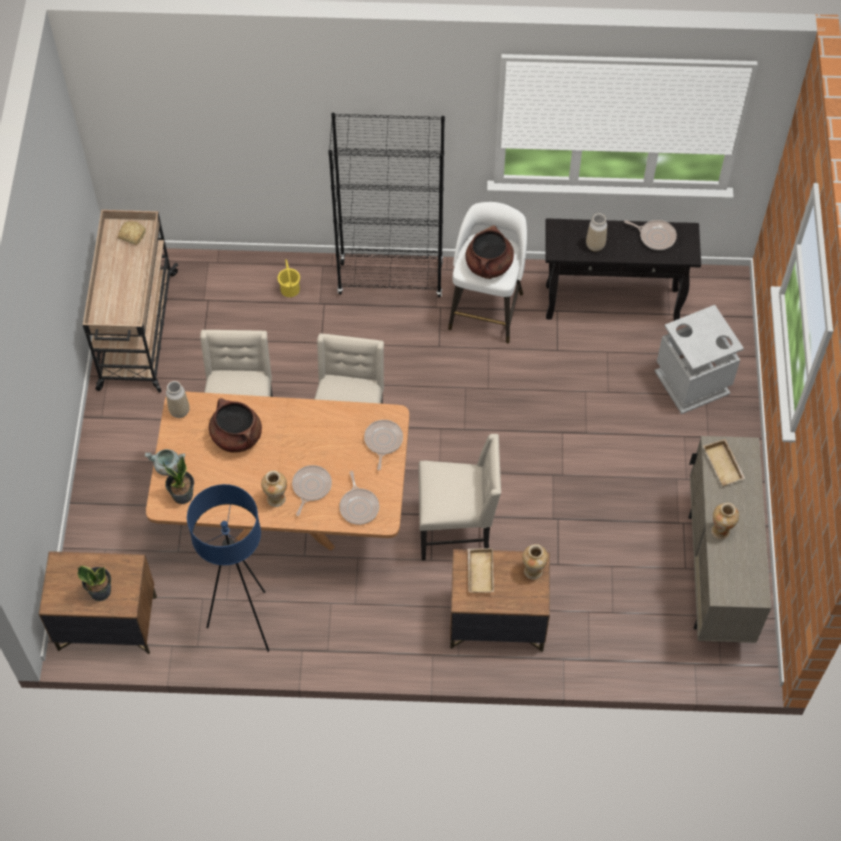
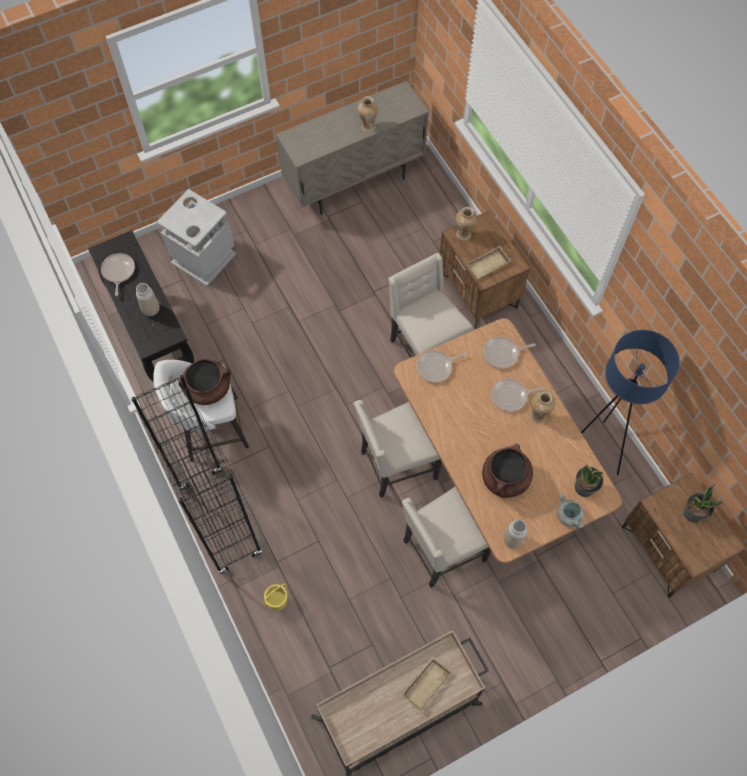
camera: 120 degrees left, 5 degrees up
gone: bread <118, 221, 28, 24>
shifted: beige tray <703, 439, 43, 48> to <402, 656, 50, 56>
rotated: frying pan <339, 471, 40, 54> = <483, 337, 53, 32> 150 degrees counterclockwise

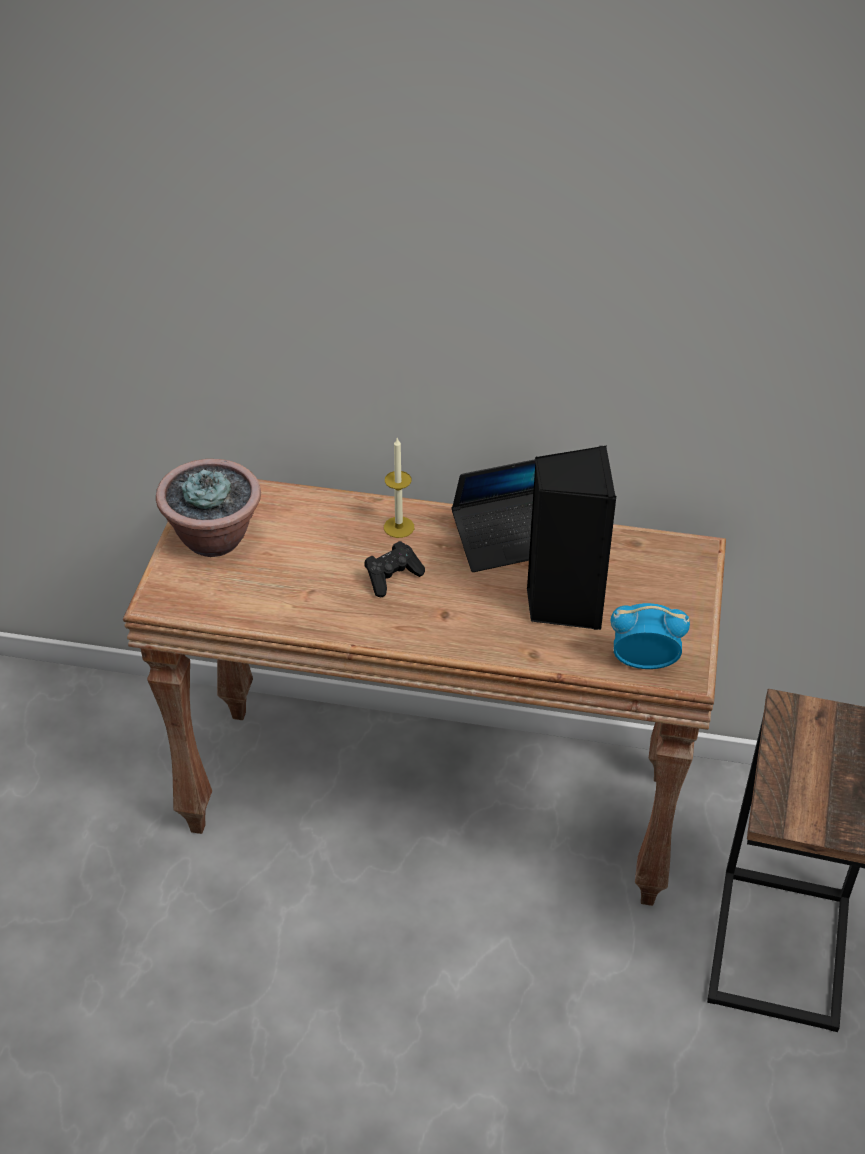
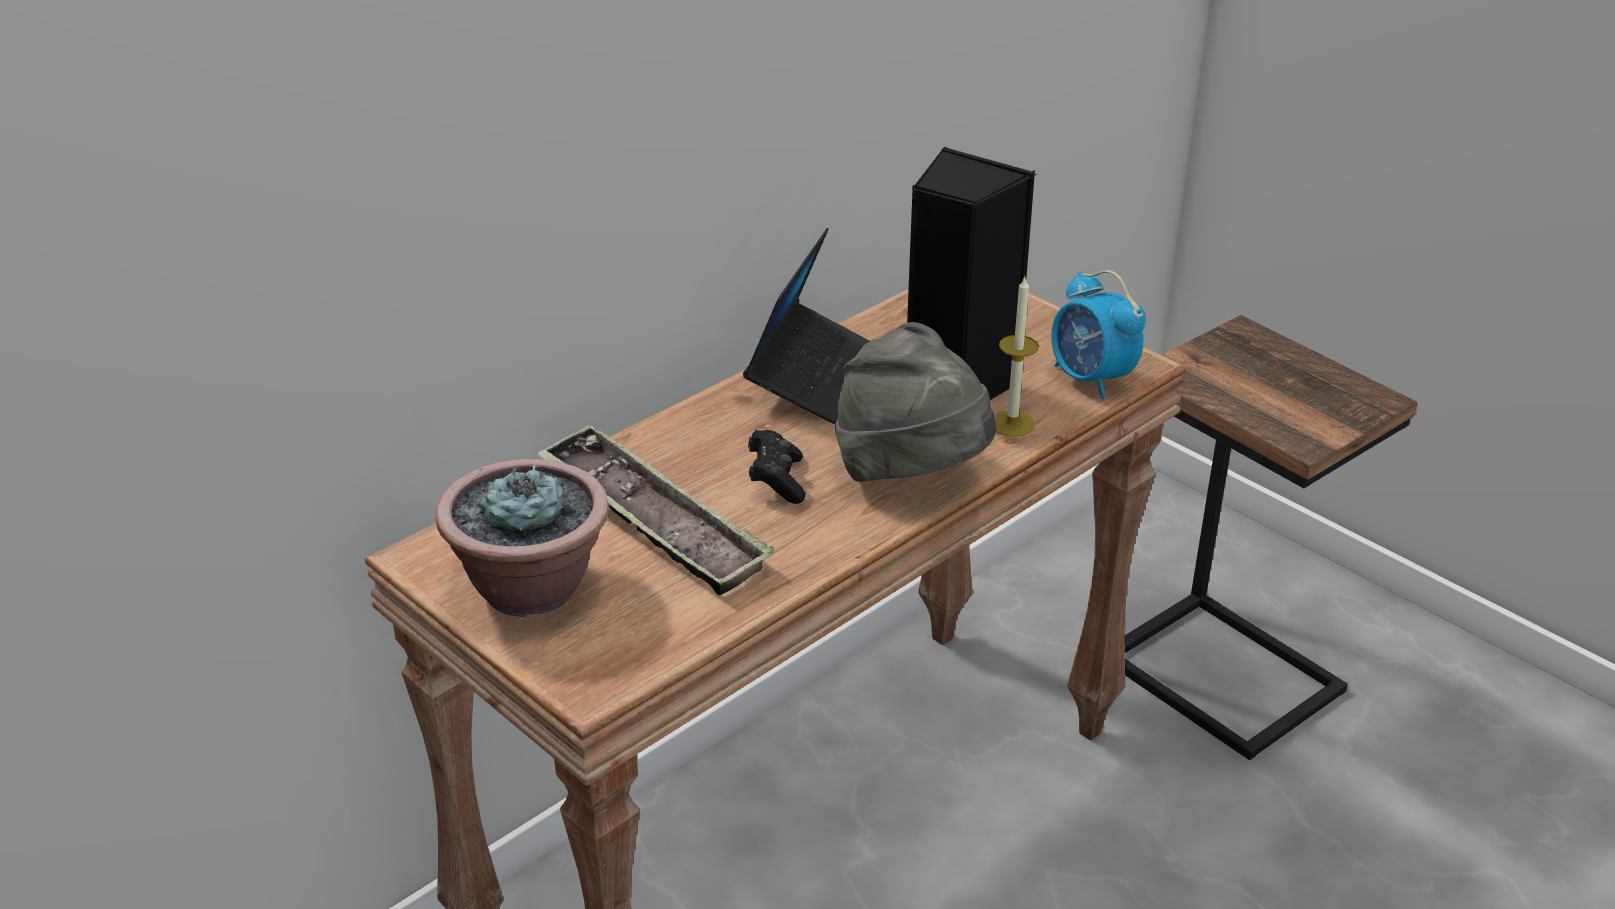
camera: 55 degrees left, 10 degrees down
new: grey hat <835, 322, 161, 160>; tray <537, 424, 237, 171>
shifted: candle <384, 438, 30, 100> to <995, 275, 44, 162>
rotated: alarm clock <611, 603, 79, 66> = <1051, 270, 95, 129> 75 degrees counterclockwise

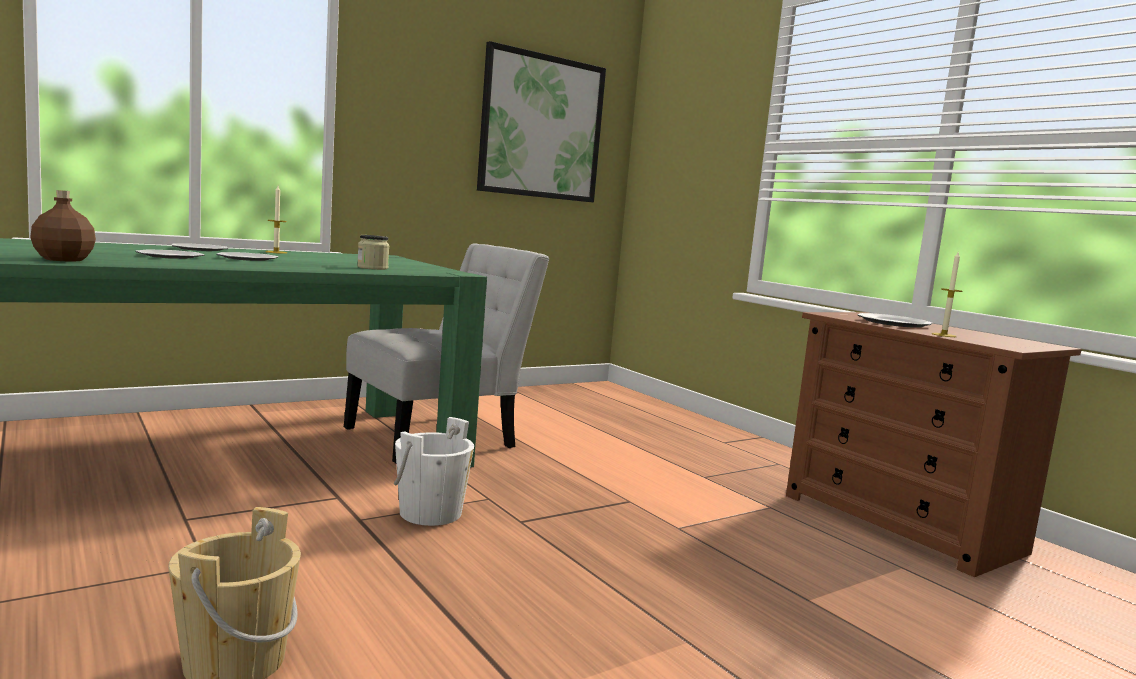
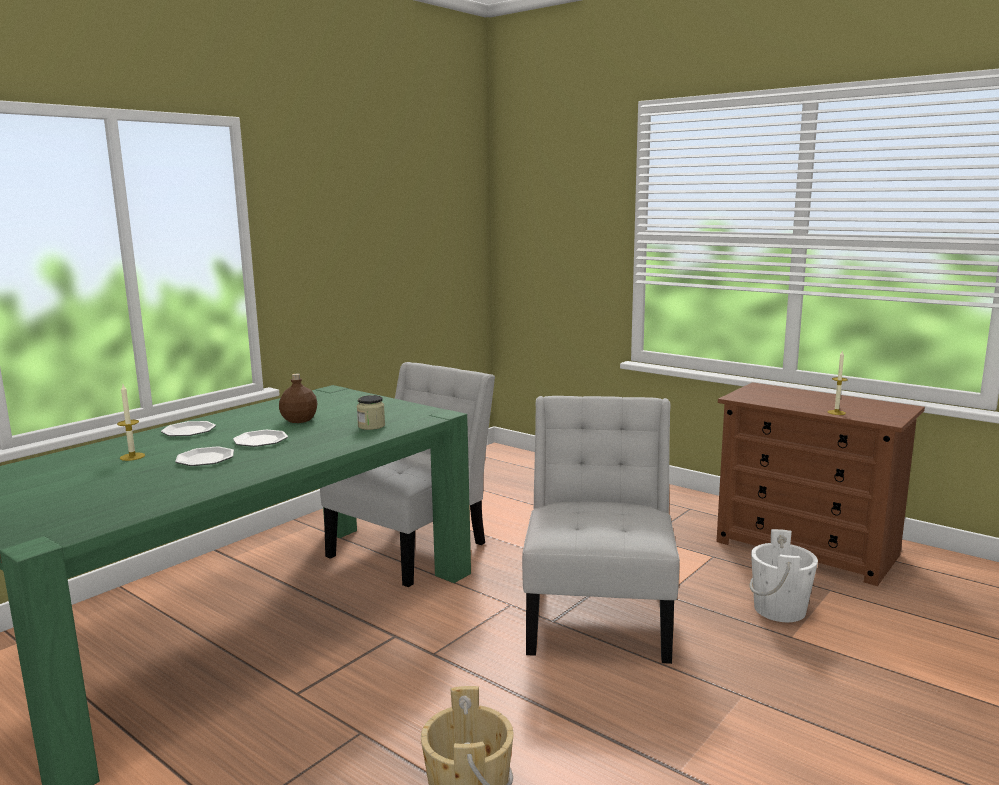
camera: 15 degrees left, 5 degrees up
gone: picture <477, 41, 129, 161>; plate <857, 313, 76, 15>
new: white chair <522, 396, 158, 268>
shifted: candle <265, 186, 22, 68> to <117, 384, 28, 77>; brown bottle <30, 190, 66, 71> to <279, 374, 39, 49>; white bucket <394, 417, 80, 109> to <749, 529, 69, 93>

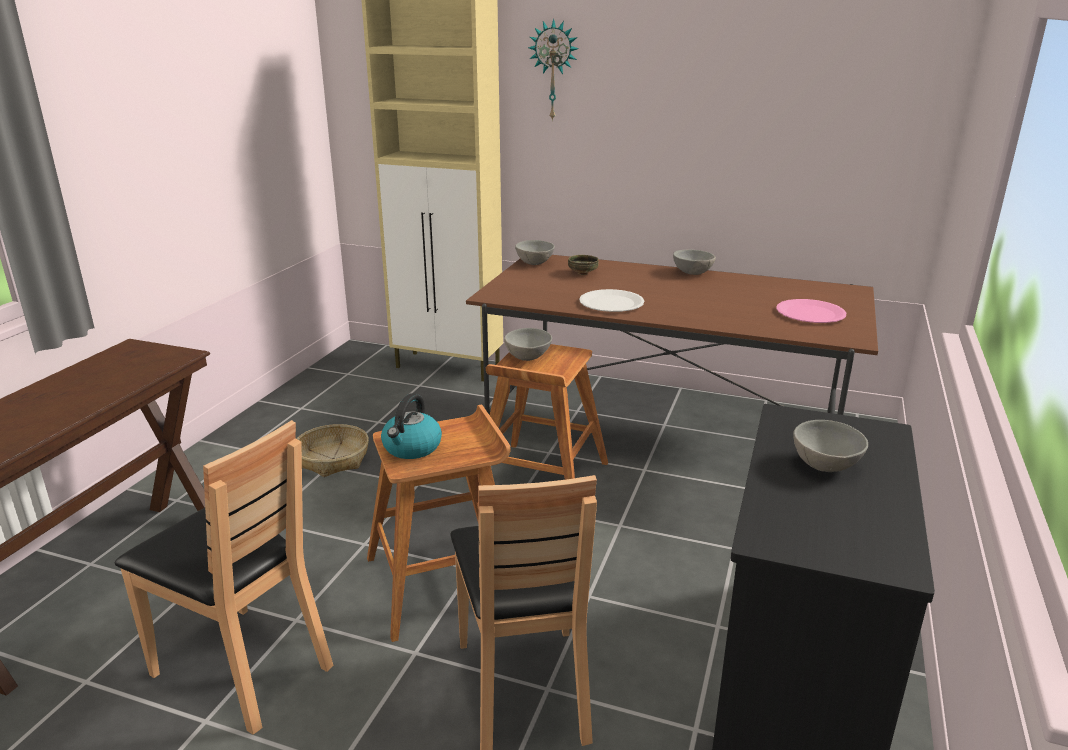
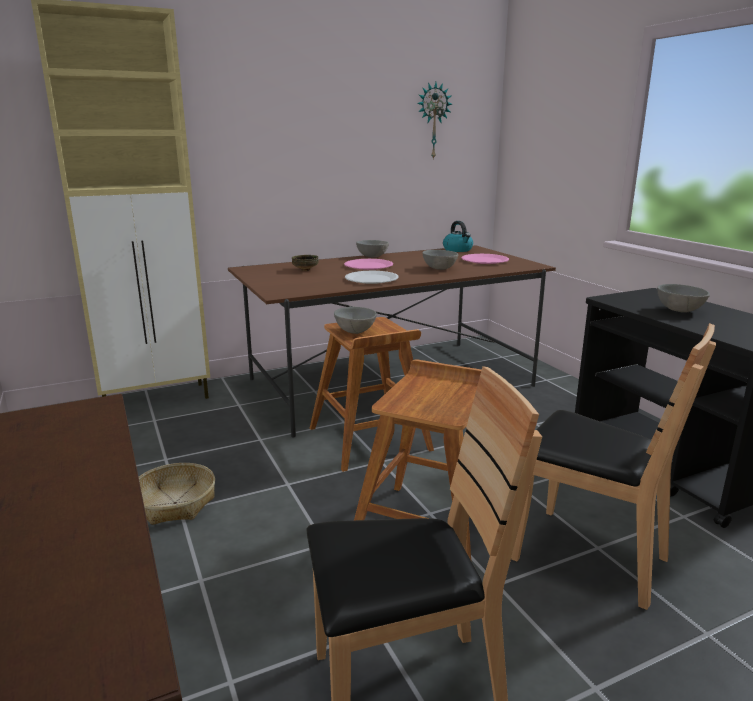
camera: 45 degrees left, 5 degrees down
new: pink plate <344, 259, 49, 11>
shifted: wall clock <528, 18, 51, 103> to <417, 82, 35, 78>; grey bowl <515, 240, 40, 25> to <422, 250, 36, 20>; kettle <381, 393, 61, 66> to <443, 221, 30, 31>

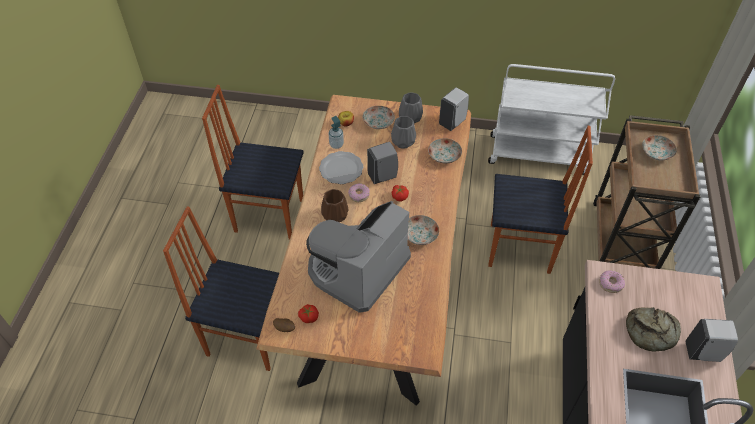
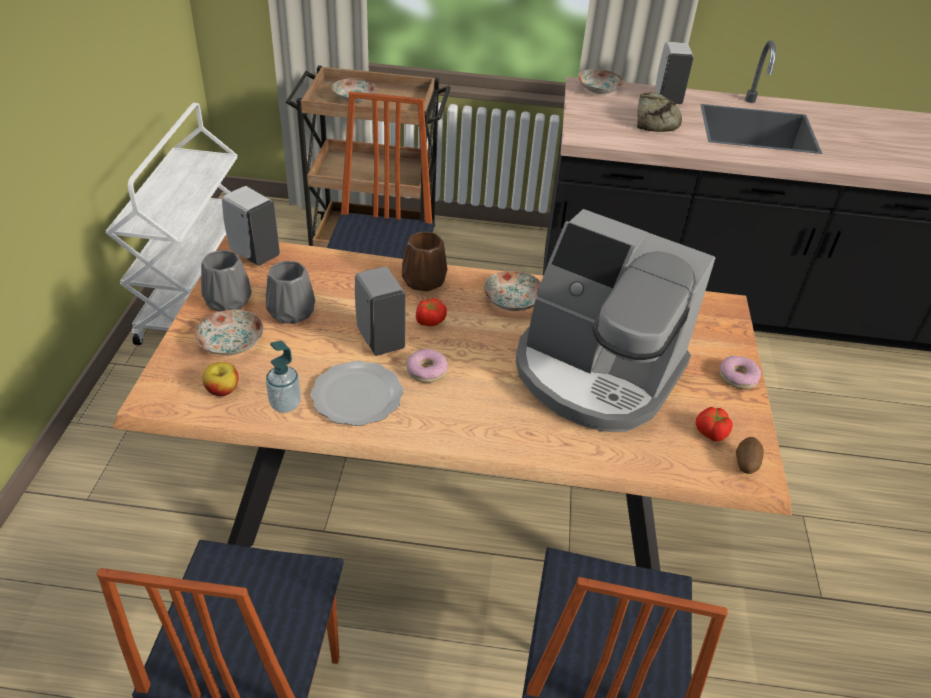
camera: 95 degrees left, 10 degrees down
shifted: plate <428, 138, 34, 26> to <578, 69, 45, 25>; brown vase <321, 189, 28, 33> to <402, 232, 45, 60>; donut <599, 270, 26, 23> to <719, 356, 42, 33>

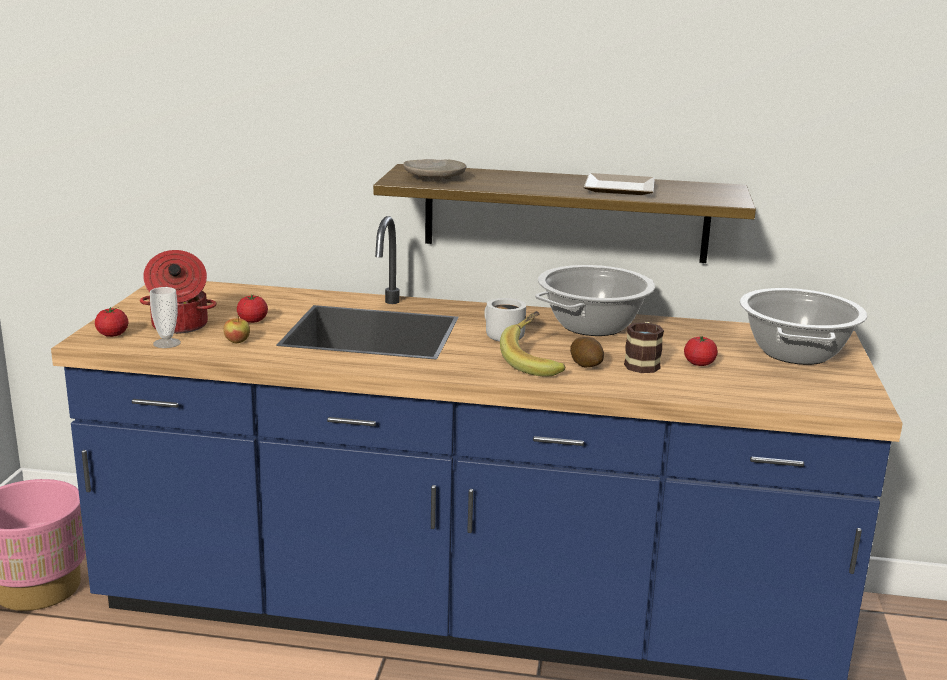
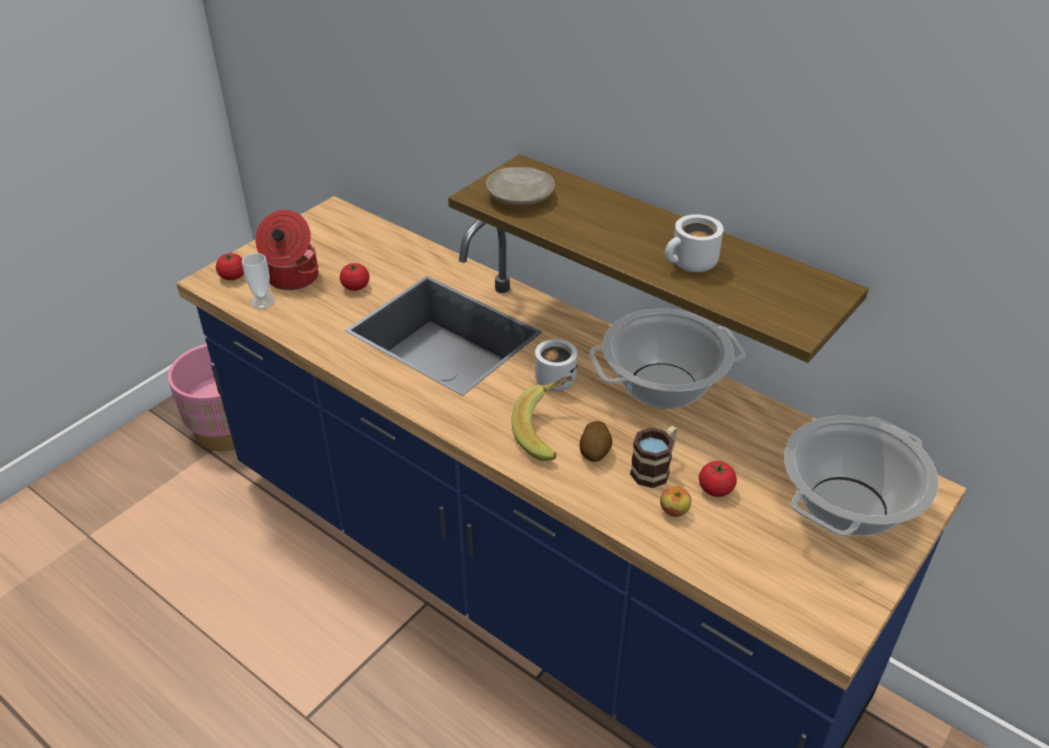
camera: 30 degrees right, 20 degrees up
shifted: apple <223, 315, 27, 28> to <660, 486, 31, 31>
swapped: plate <584, 173, 71, 22> to white mug <665, 214, 58, 58>

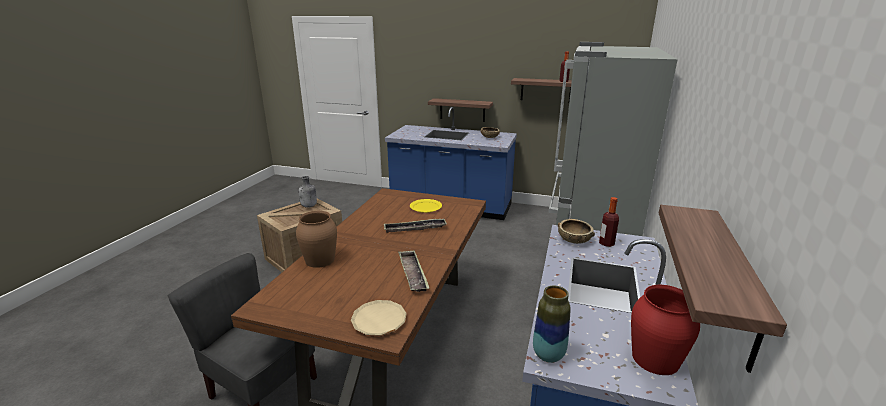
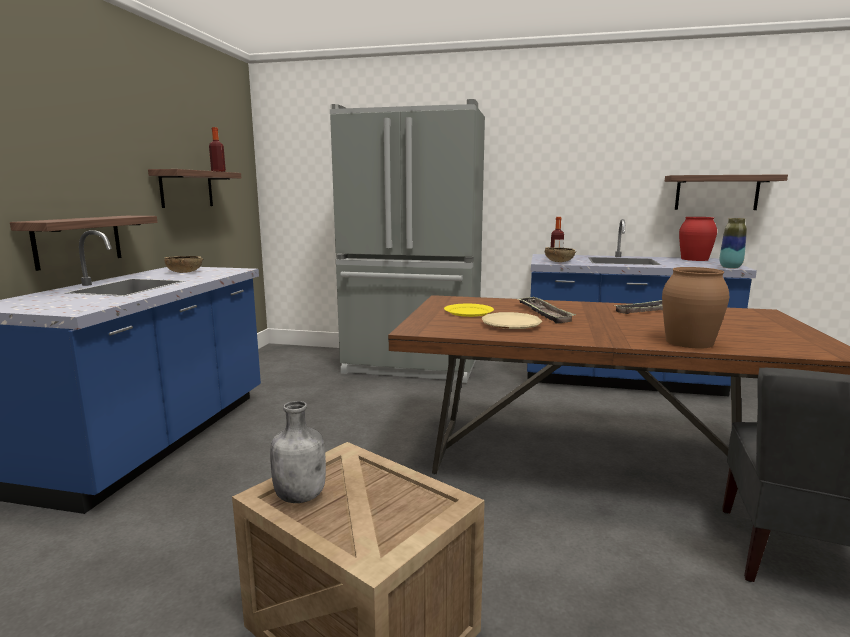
camera: 95 degrees left, 10 degrees down
shifted: beige plate <351, 300, 56, 36> to <481, 312, 61, 17>

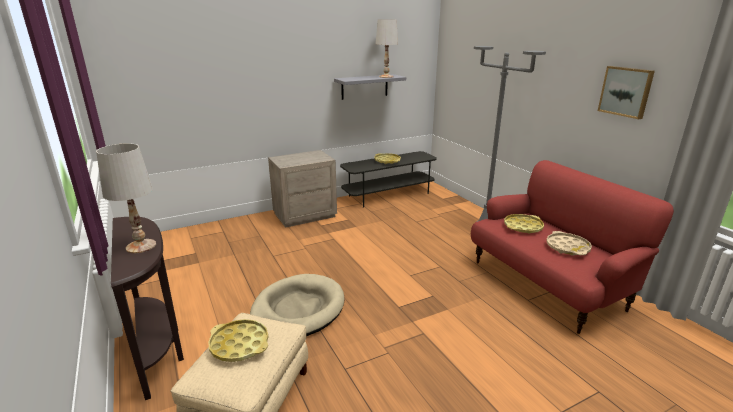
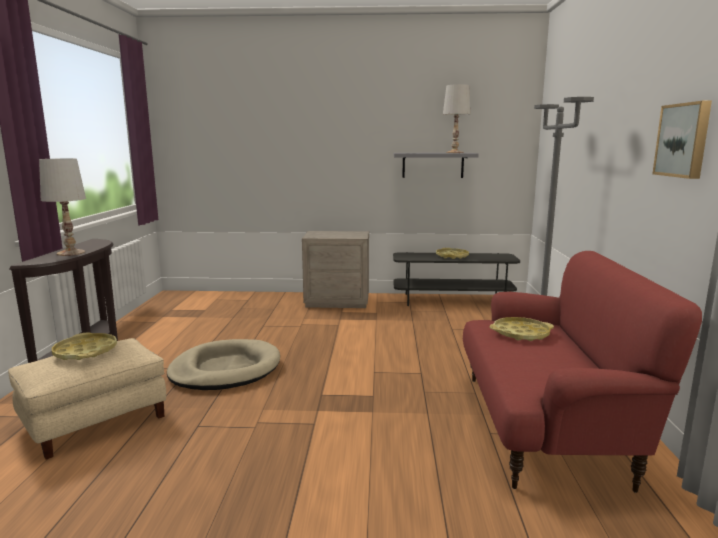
camera: 30 degrees right, 10 degrees down
gone: beige tray <546, 231, 46, 25>

